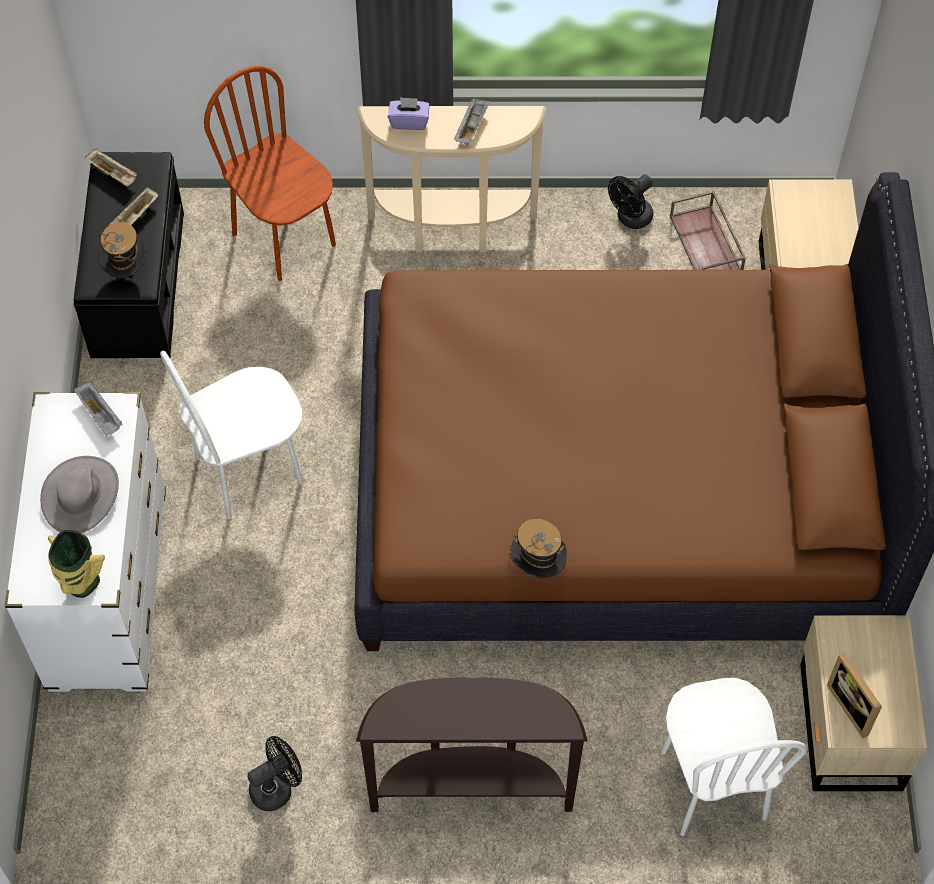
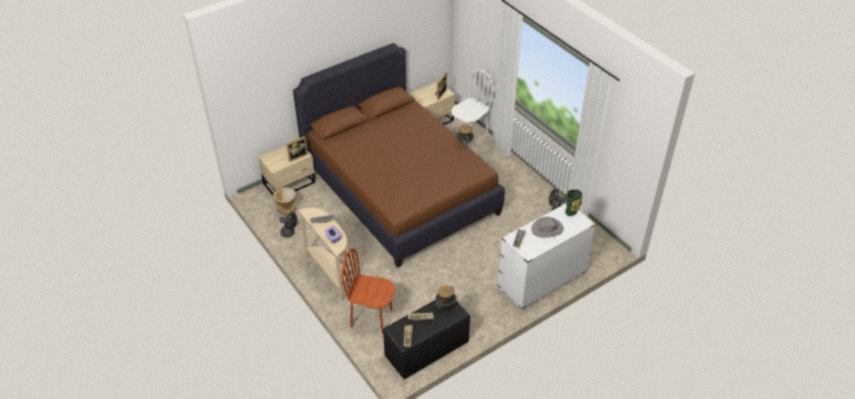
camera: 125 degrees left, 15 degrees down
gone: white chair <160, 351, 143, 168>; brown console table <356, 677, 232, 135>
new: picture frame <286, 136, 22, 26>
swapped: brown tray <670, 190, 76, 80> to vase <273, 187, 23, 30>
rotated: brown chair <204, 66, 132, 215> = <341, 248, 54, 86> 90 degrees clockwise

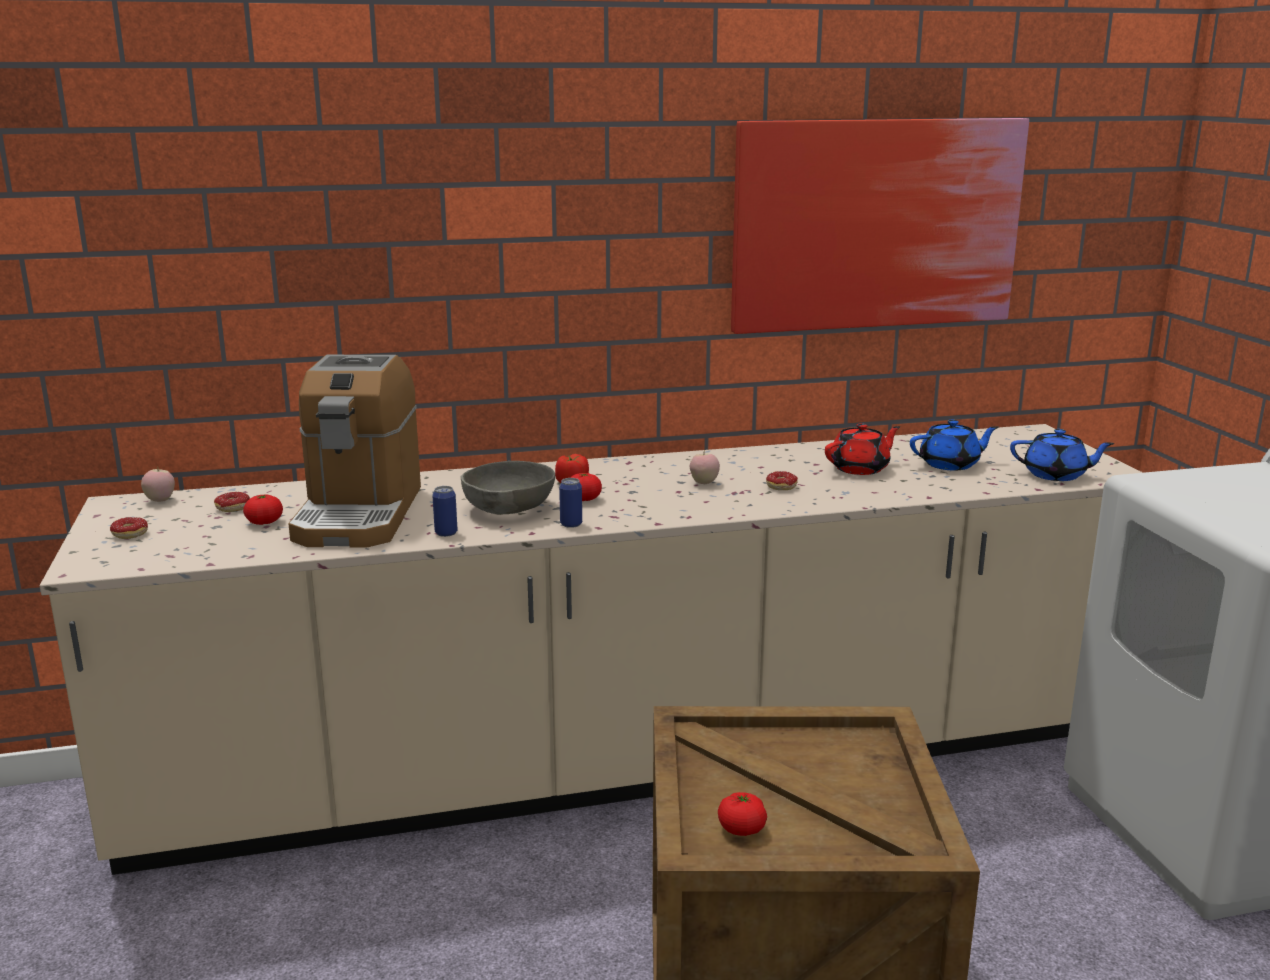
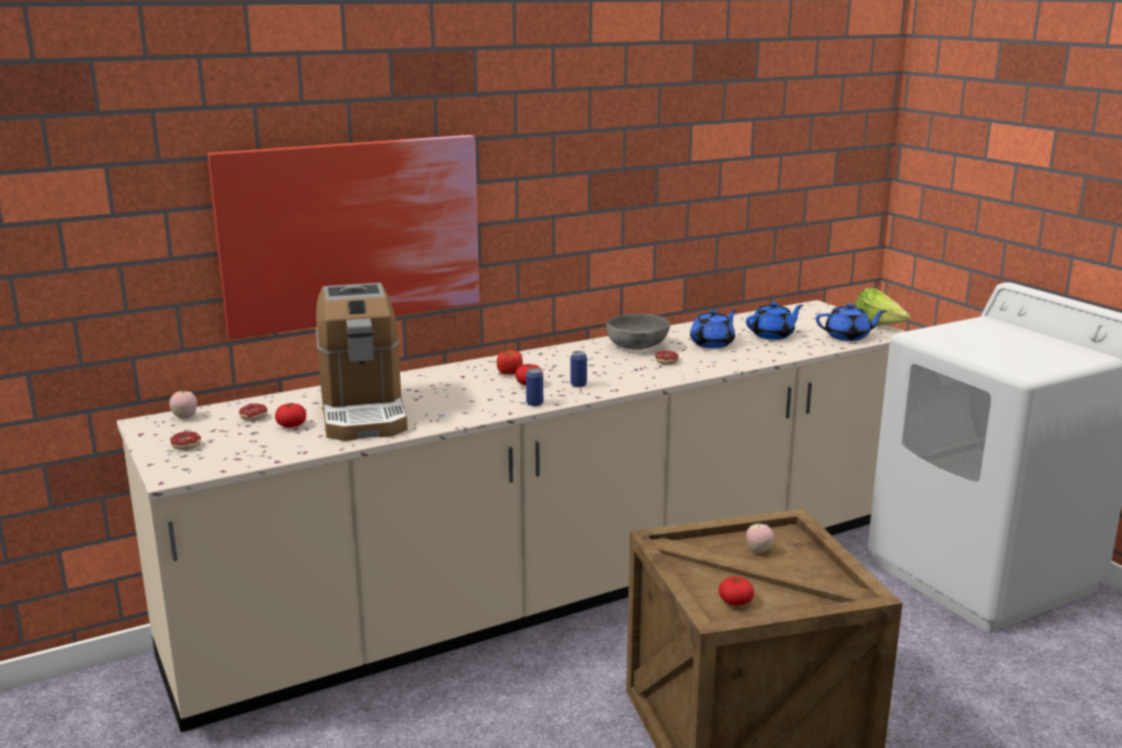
camera: 15 degrees left, 0 degrees up
new: lettuce <855, 288, 55, 37>
shifted: picture <731, 118, 298, 216> to <207, 135, 272, 204>; apple <690, 449, 30, 35> to <746, 522, 28, 31>; grey bowl <461, 461, 94, 53> to <606, 314, 64, 35>; can <432, 486, 25, 51> to <571, 351, 16, 36>
repainted: red teapot <825, 423, 75, 52> to blue teapot <690, 310, 46, 38>

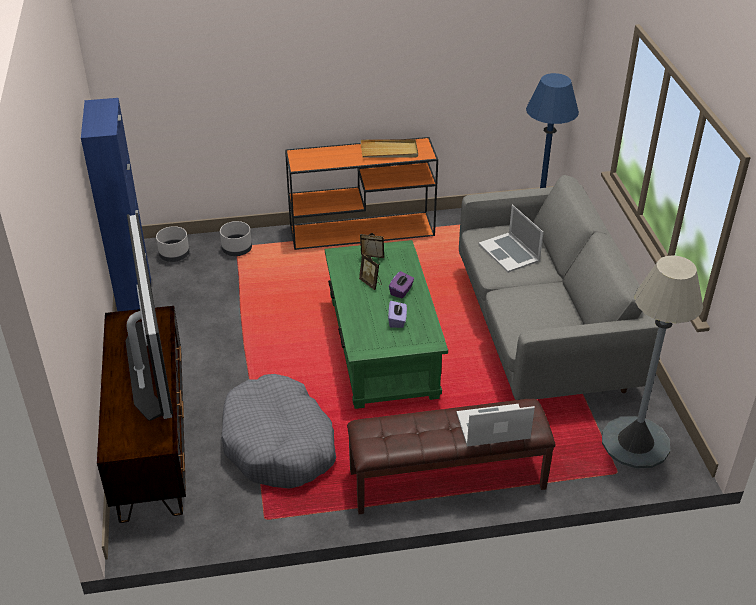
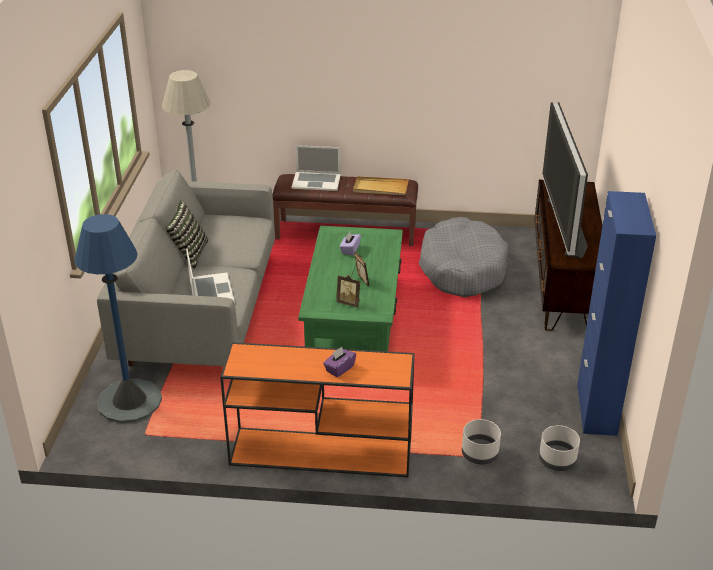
camera: 165 degrees left, 5 degrees down
new: pillow <166, 200, 43, 69>
shifted: beige tray <361, 139, 57, 19> to <353, 176, 55, 19>; purple tissue box <389, 271, 25, 27> to <323, 347, 33, 30>

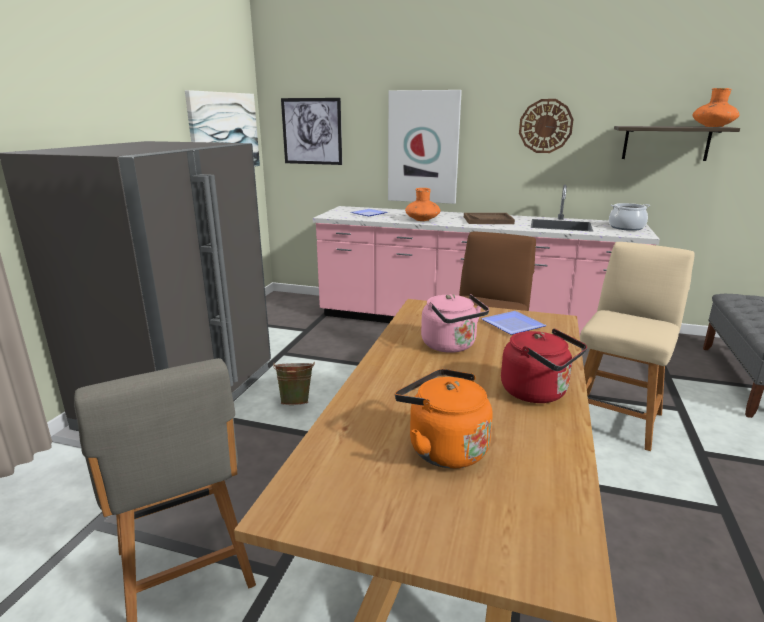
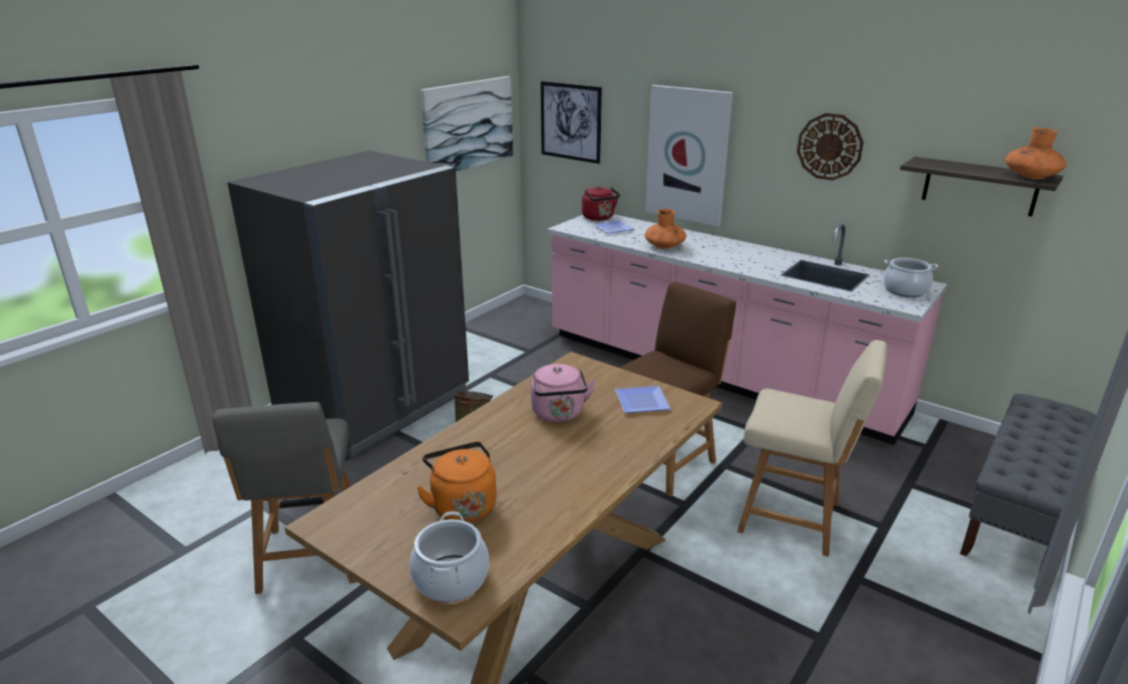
camera: 20 degrees right, 5 degrees up
gone: brown tray <464, 213, 51, 11>
new: cooking pot <410, 512, 79, 90>
shifted: red kettle <501, 328, 86, 75> to <582, 186, 38, 35>
rotated: beige chair <580, 242, 114, 209> = <737, 340, 150, 216> 60 degrees clockwise

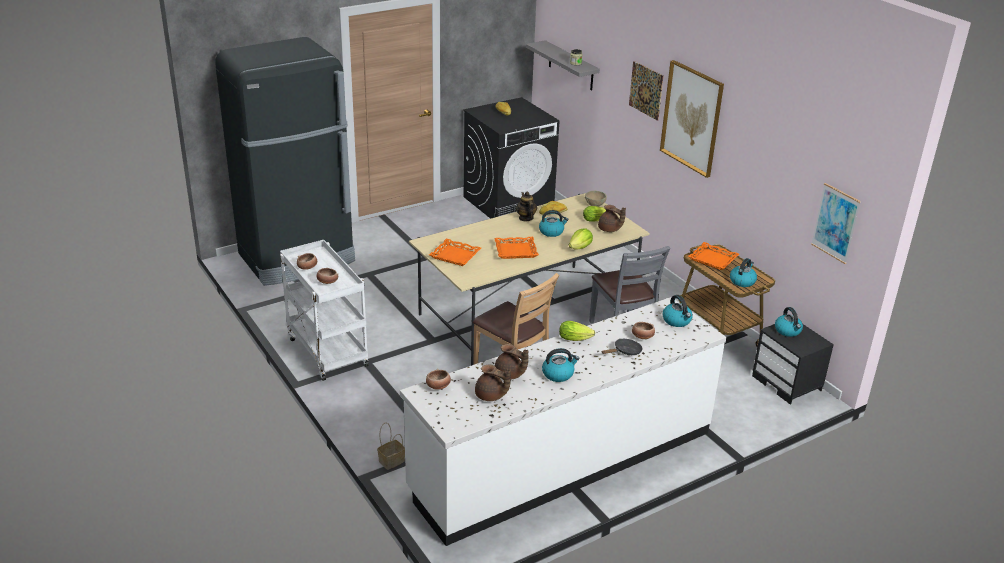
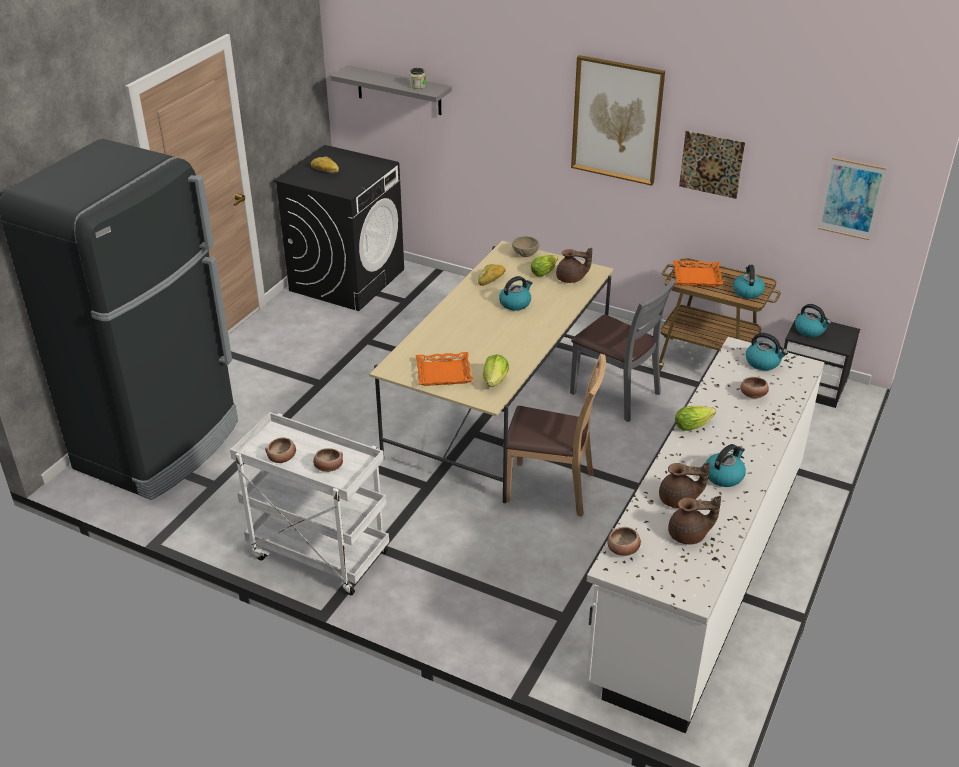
camera: 30 degrees left, 5 degrees up
gone: teapot <516, 192, 21, 29>; orange tray <494, 237, 45, 22>; black frying pan <602, 339, 41, 16>; basket <377, 422, 28, 48>
shifted: picture <629, 61, 35, 60> to <679, 131, 66, 68>; lettuce <569, 228, 24, 22> to <483, 354, 26, 33>

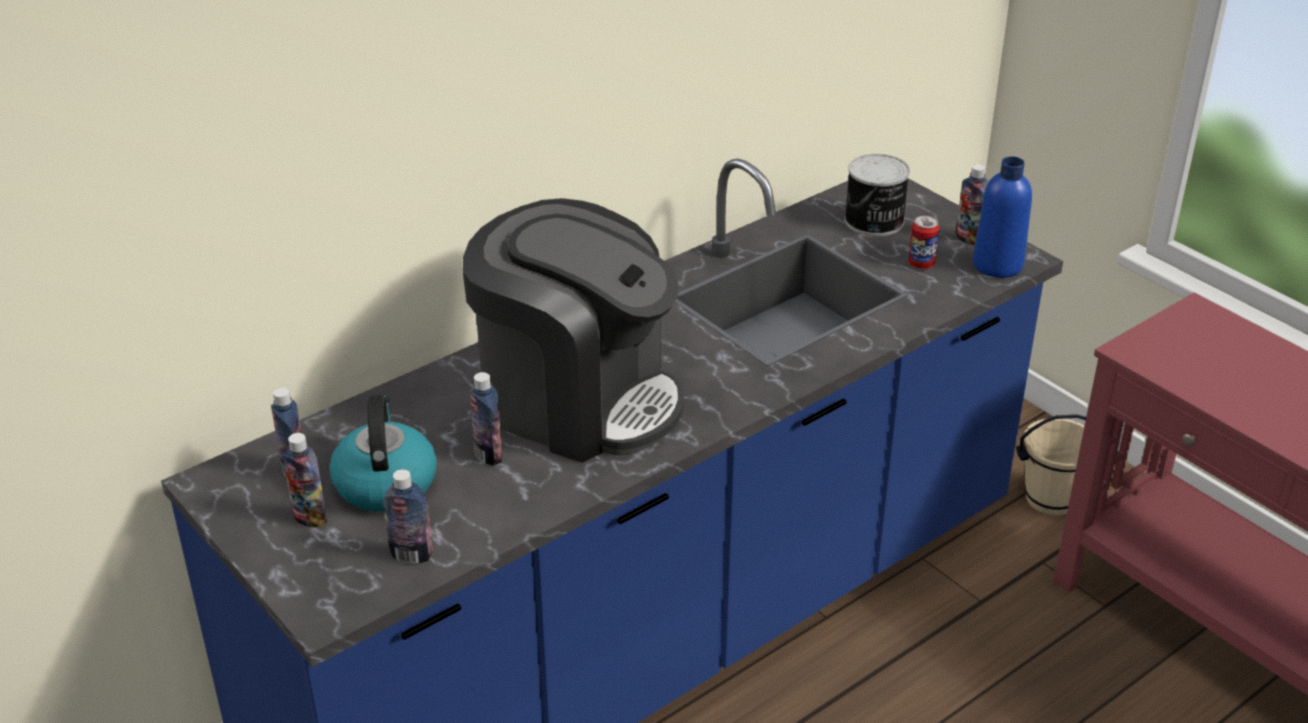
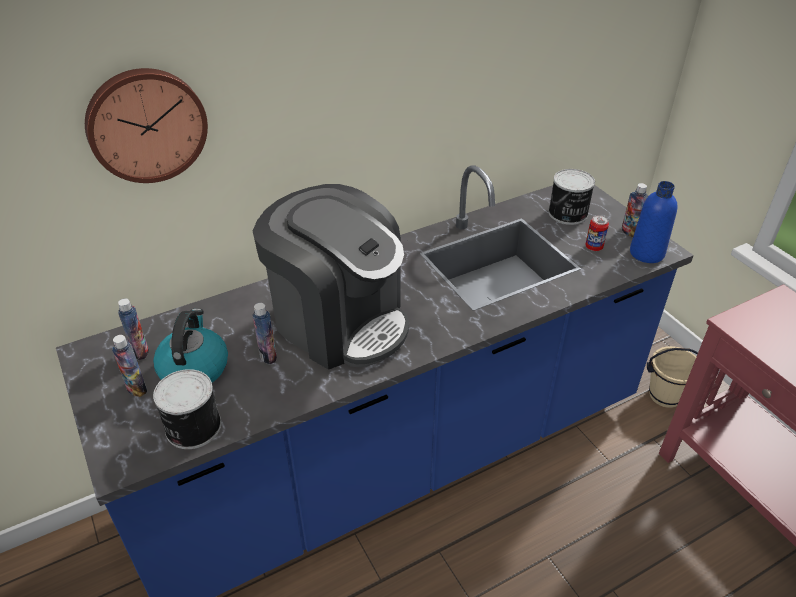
camera: 10 degrees right, 5 degrees up
new: wall clock <85, 68, 123, 115>
swapped: bottle <383, 469, 50, 95> to can <153, 369, 68, 80>

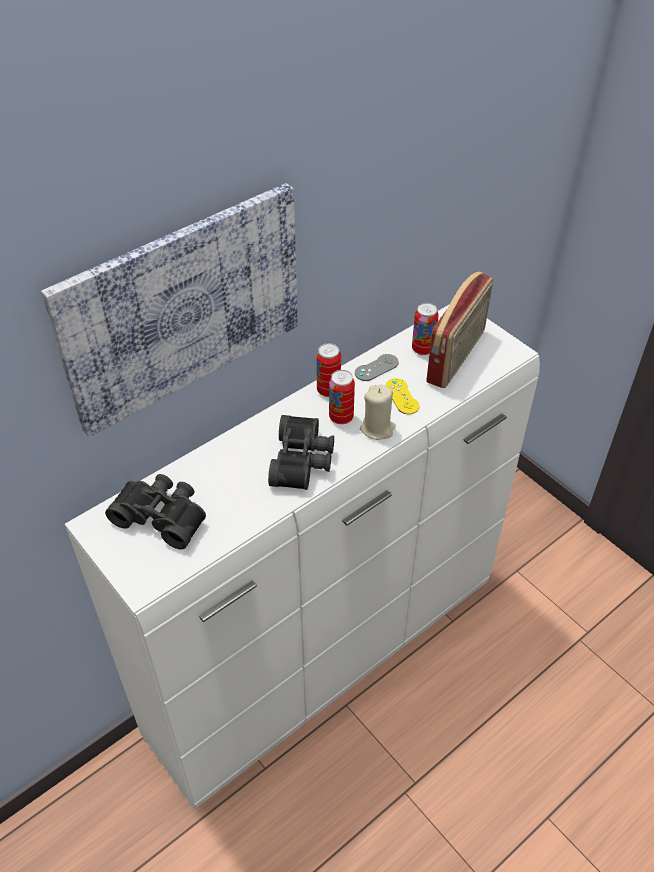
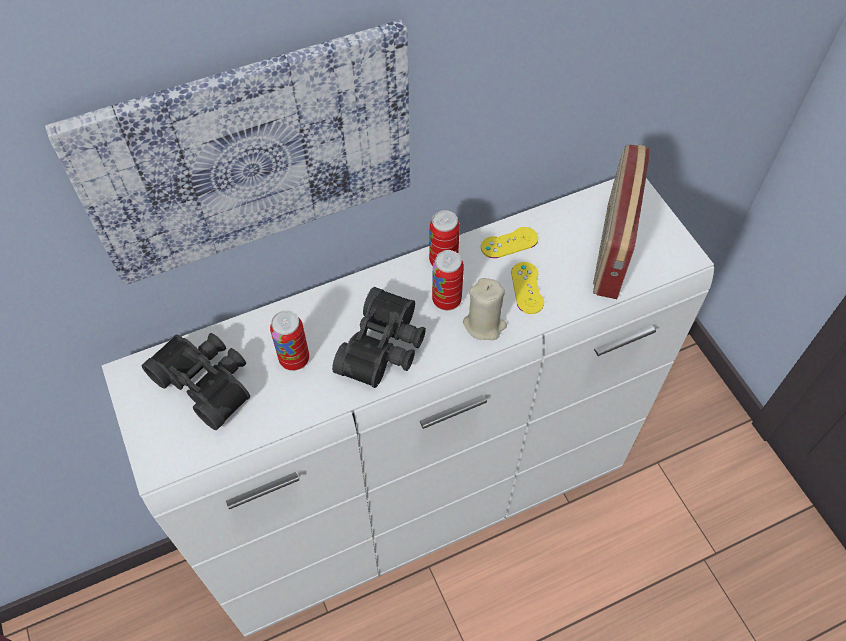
camera: 15 degrees right, 10 degrees up
shifted: can <412, 303, 27, 52> to <270, 310, 39, 61>
repainted: grey game controller <355, 354, 44, 27> to yellow game controller <481, 227, 57, 31>
rotated: radio <426, 272, 67, 116> = <593, 145, 58, 154> 150 degrees clockwise

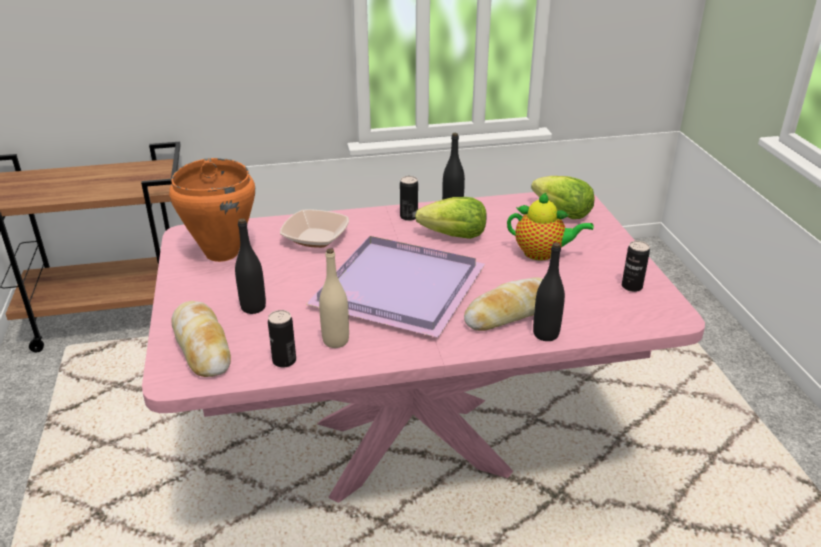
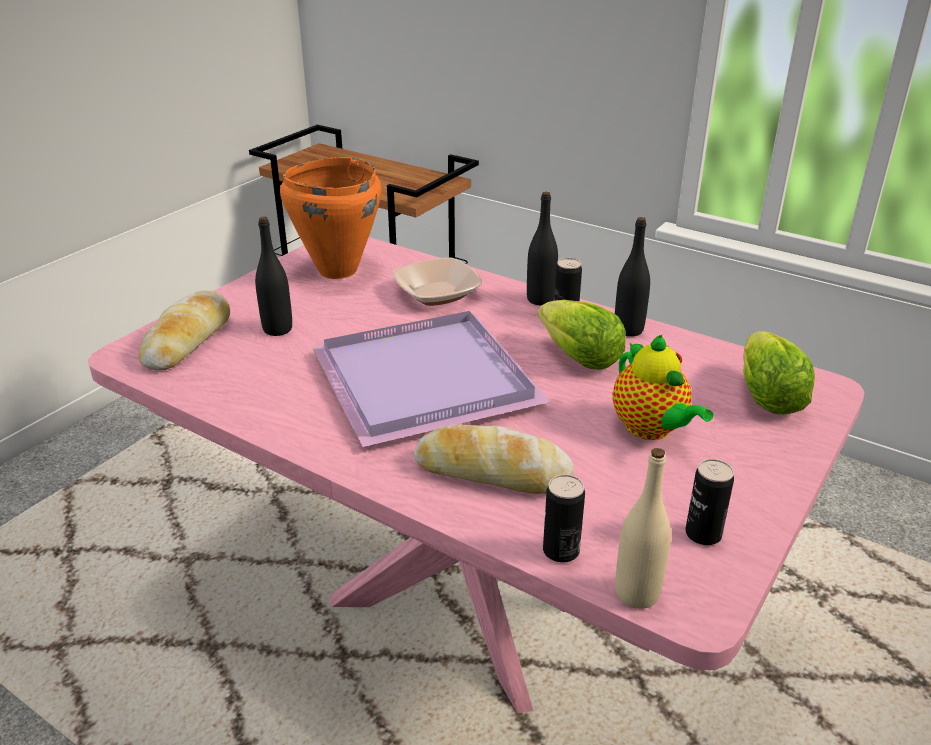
camera: 45 degrees right, 0 degrees up
shifted: black bottle <533, 242, 32, 99> to <527, 192, 31, 113>; beige bottle <319, 248, 30, 100> to <615, 448, 56, 161>; can <268, 310, 28, 58> to <543, 474, 42, 88>

